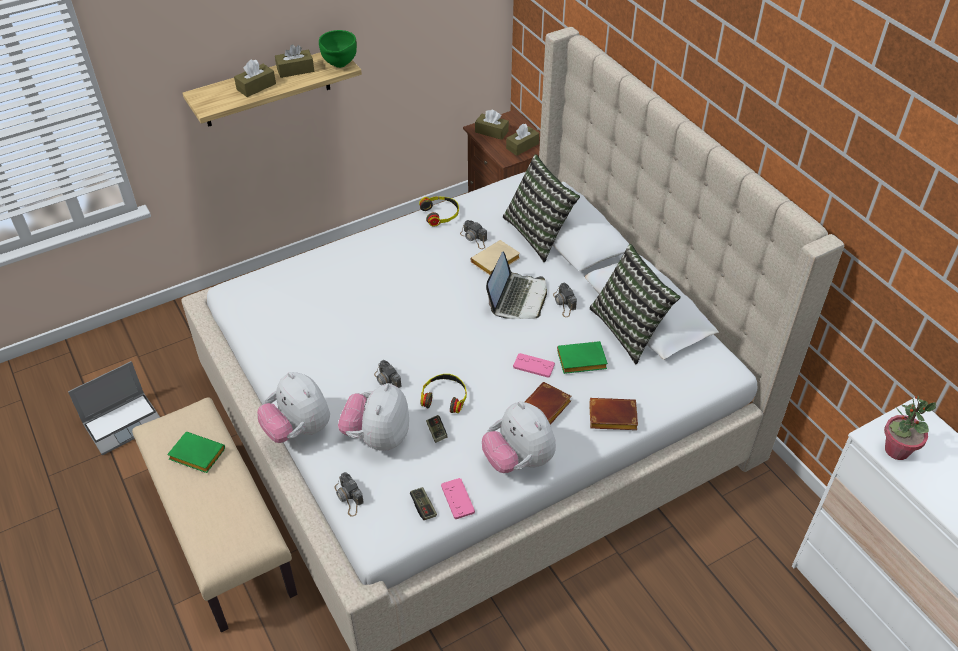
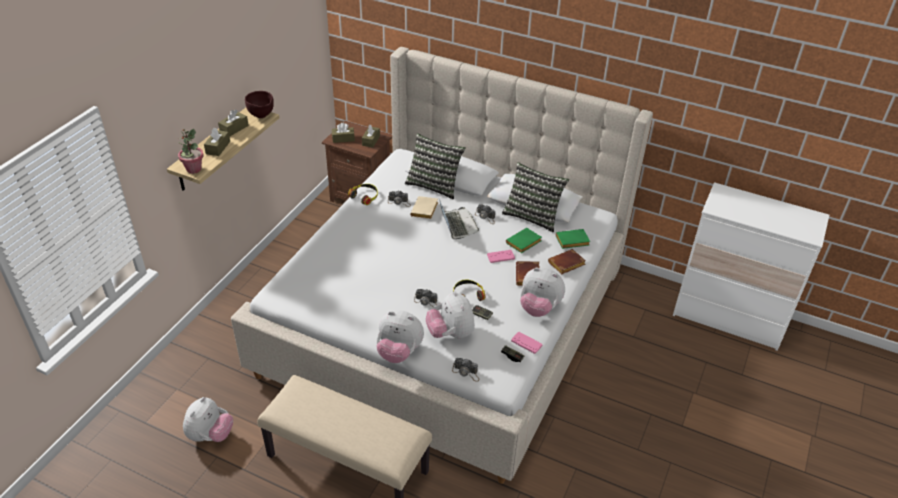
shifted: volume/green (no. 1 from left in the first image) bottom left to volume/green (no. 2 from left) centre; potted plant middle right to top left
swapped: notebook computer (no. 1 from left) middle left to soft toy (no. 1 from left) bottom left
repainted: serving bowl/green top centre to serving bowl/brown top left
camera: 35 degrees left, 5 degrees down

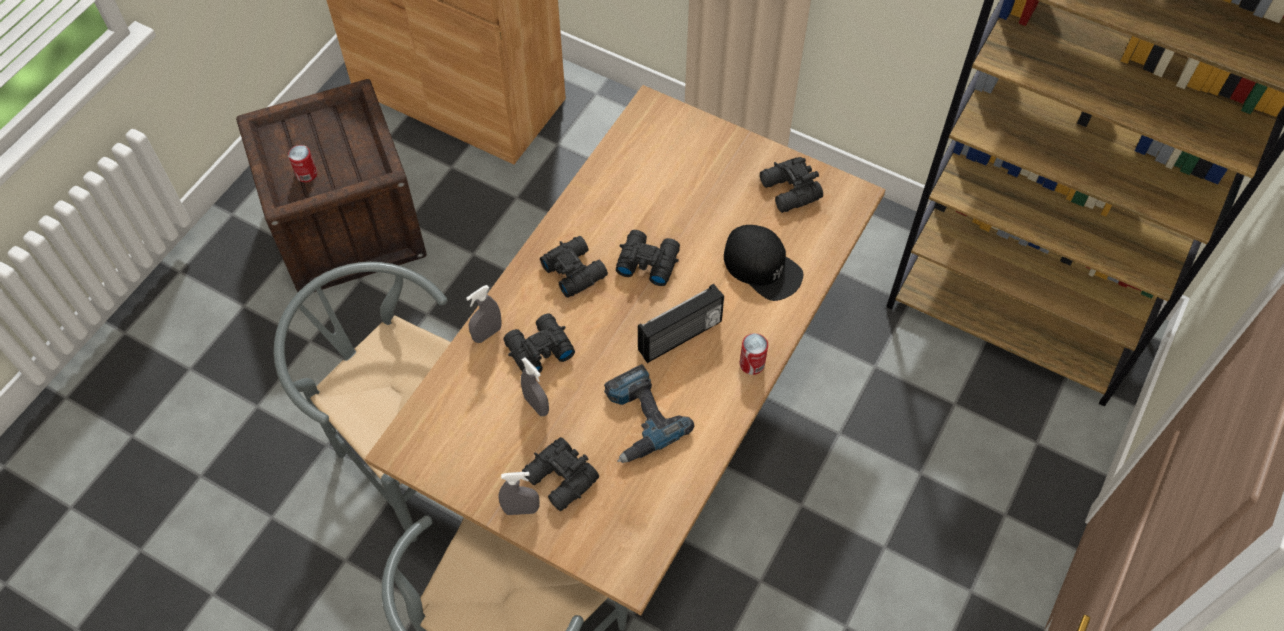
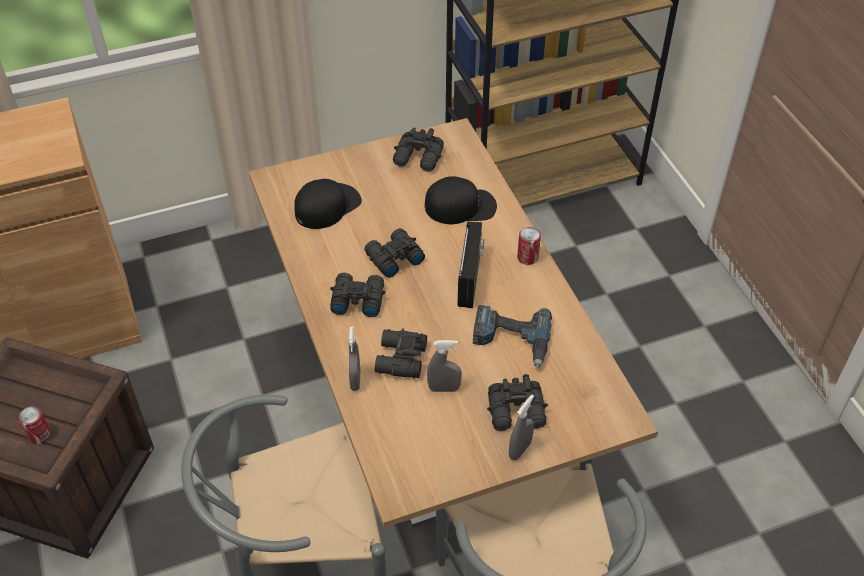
new: peaked cap/black-coloured (no. 1 from left) centre
camera: 50 degrees left, 10 degrees down

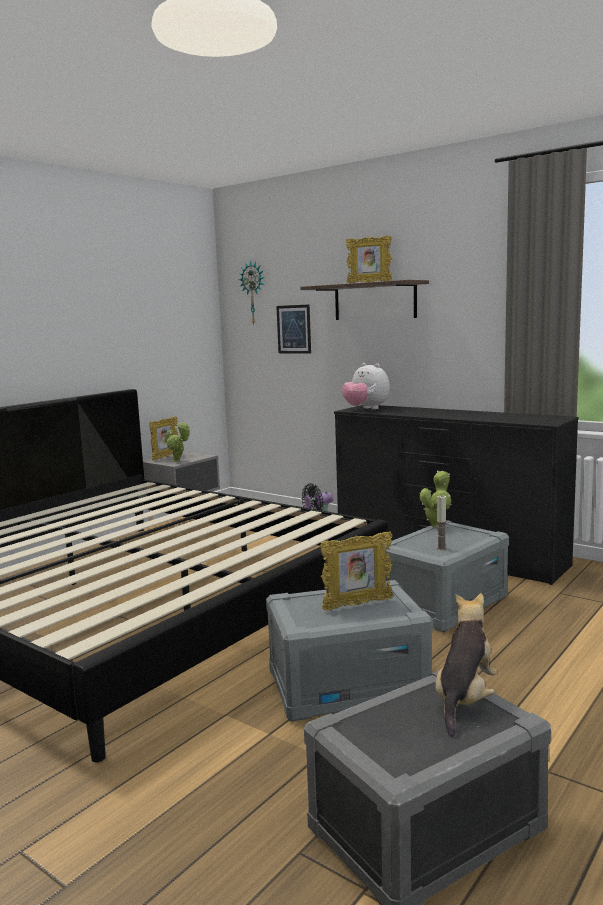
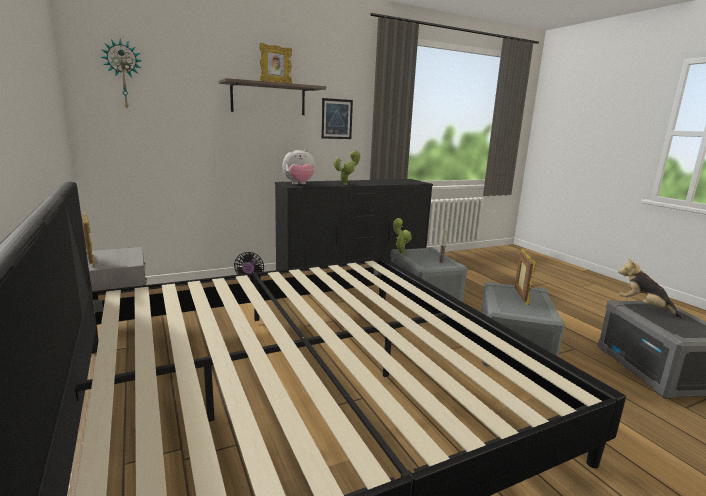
shifted: potted plant (no. 1 from left) middle left to centre; picture centre to top centre
camera: 65 degrees left, 5 degrees up

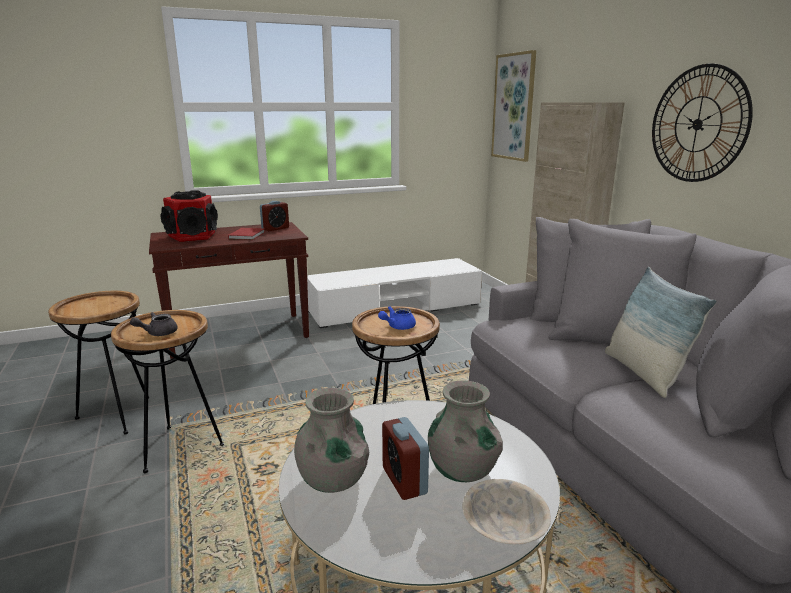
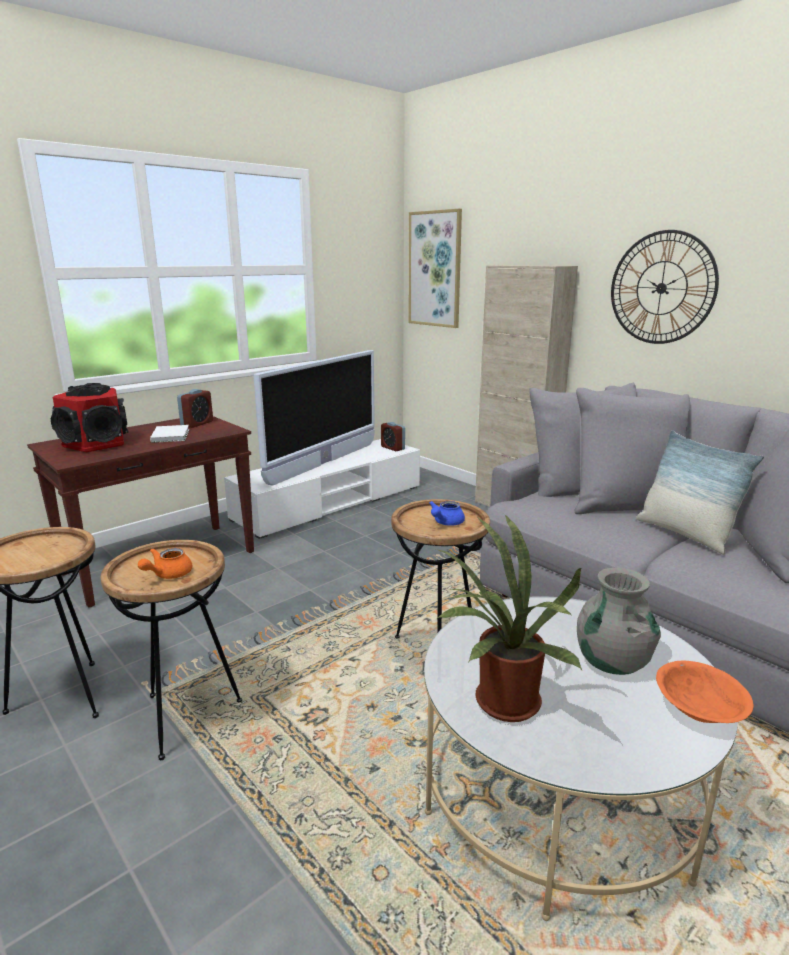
new: television centre
shifted: table clock (no. 2 from left) bottom centre to centre
swapped: flower vase/gray (no. 1 from left) bottom centre to potted plant centre
repainted: tea pot/gray middle left to tea pot/orangey middle left; volume/red-coloured middle left to volume/white-coloured middle left; serving bowl/sand-coloured bottom centre to serving bowl/orangey bottom right
camera: 20 degrees left, 0 degrees up

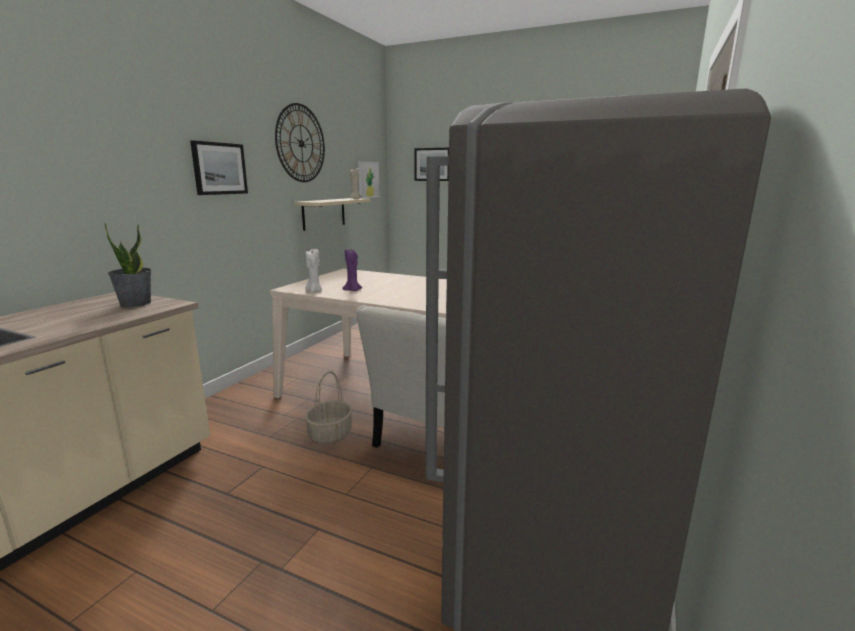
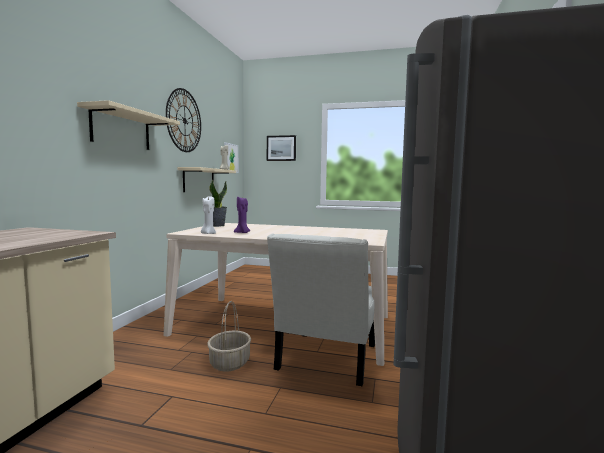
shifted: potted plant middle left to centre
swapped: picture (no. 1 from left) top left to shelf/sand-coloured (no. 1 from left) top left
camera: 10 degrees left, 10 degrees down

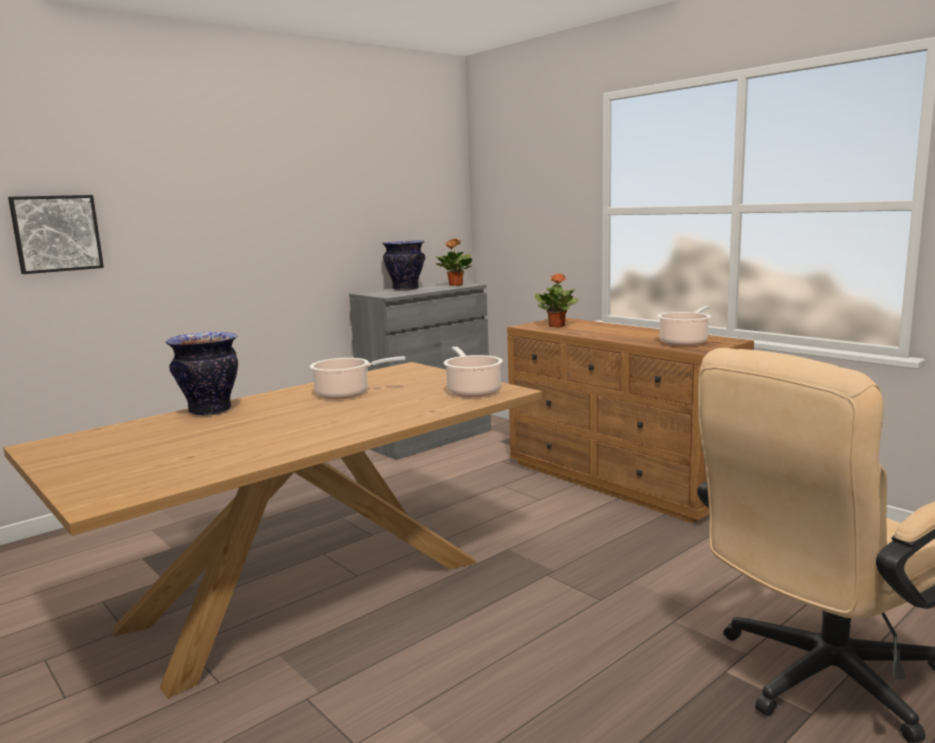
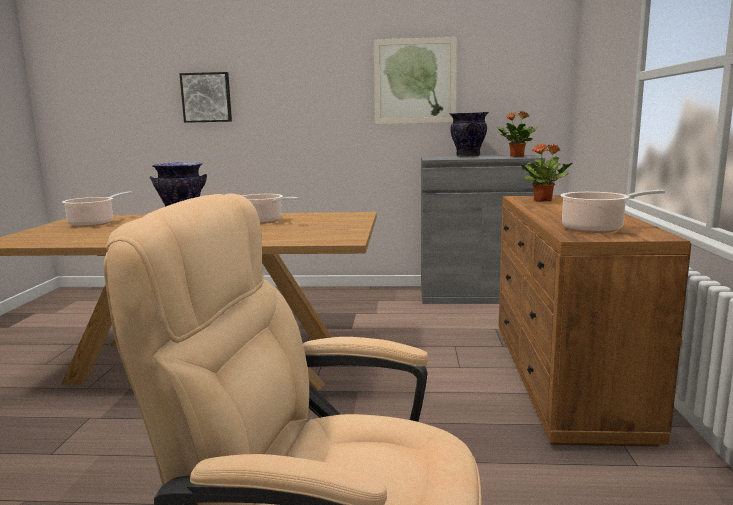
new: picture (no. 2 from left) top centre
shifted: saucepot (no. 2 from left in the first image) centre to saucepot (no. 1 from left) middle left
camera: 45 degrees right, 0 degrees up

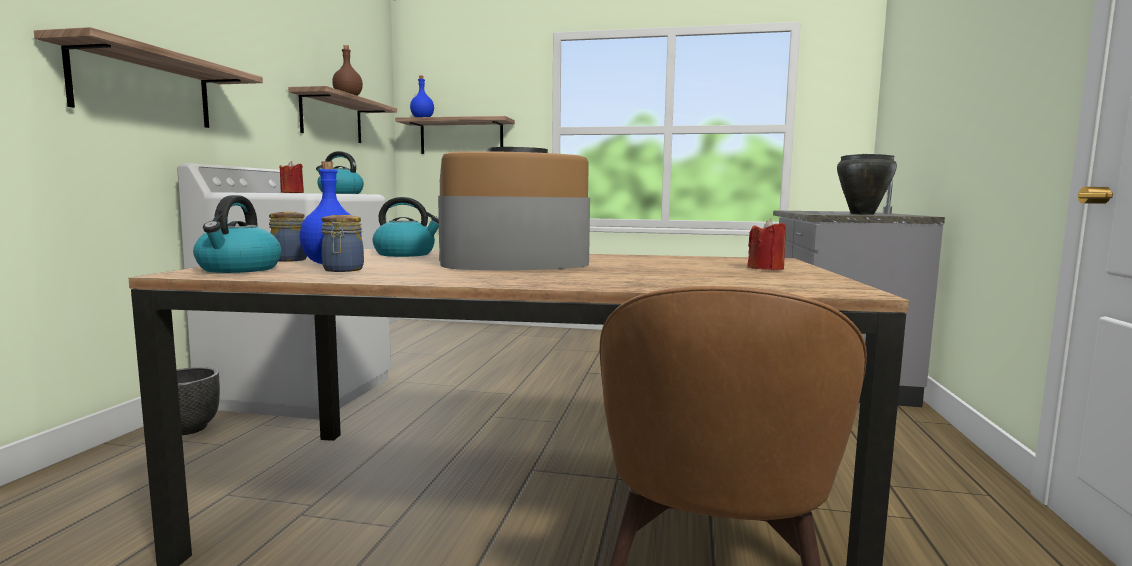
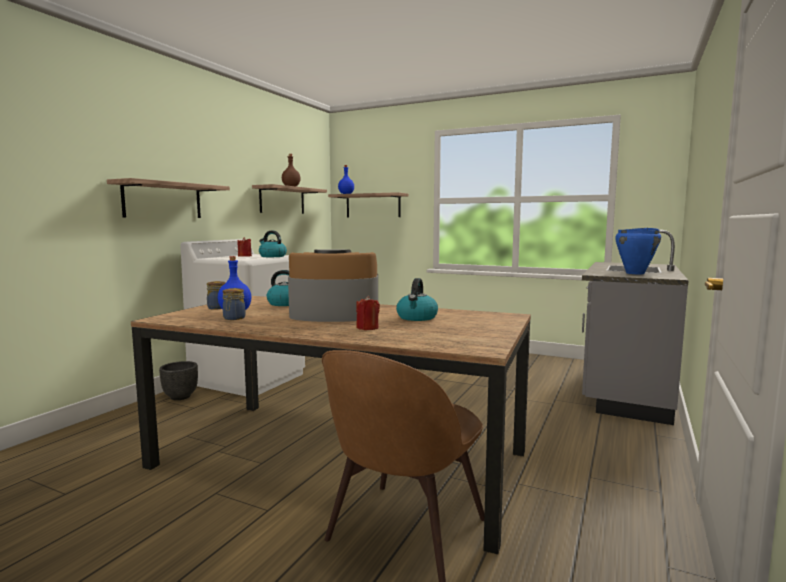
shifted: kettle (no. 1 from left in the first image) middle left to kettle (no. 3 from left) centre; wax light/red-coloured (no. 2 from left) middle right to centre
repainted: saucepot/black-coloured top right to saucepot/blue-coloured middle right
camera: 15 degrees right, 0 degrees up

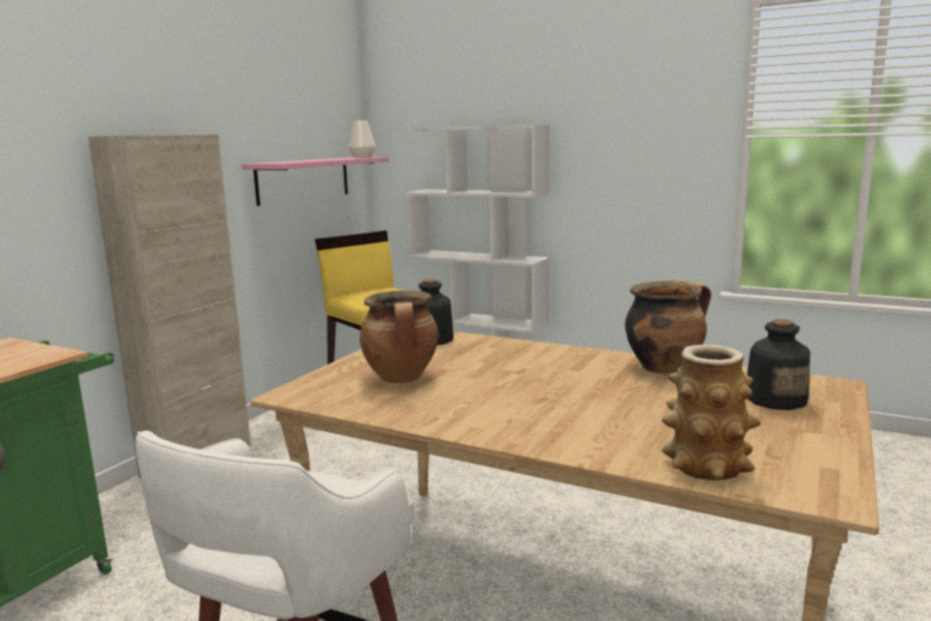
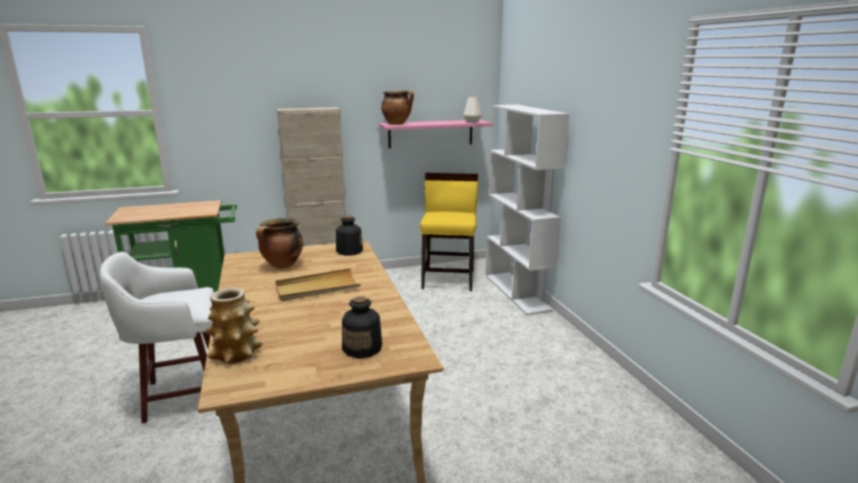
new: tray/sand-coloured centre
shifted: saucepot (no. 2 from left) middle right to top centre
camera: 45 degrees right, 5 degrees up

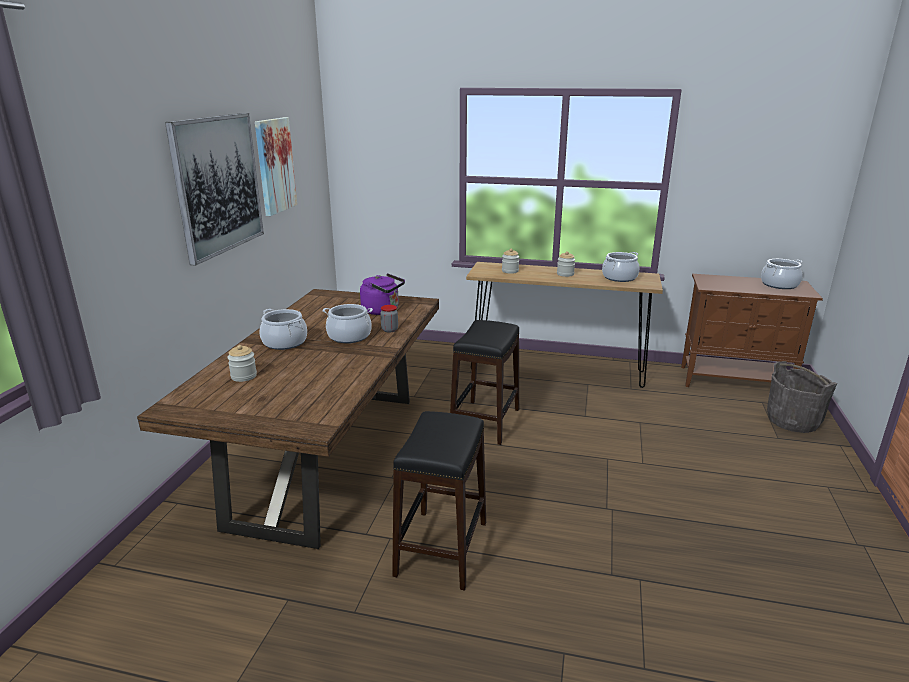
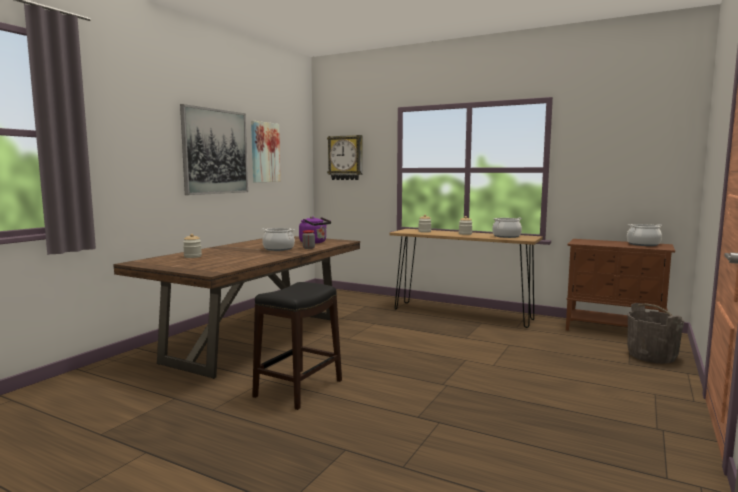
gone: saucepot (no. 1 from left) middle left; sitting stool/black-coloured (no. 2 from left) centre
new: wall clock top centre
camera: 15 degrees right, 15 degrees down

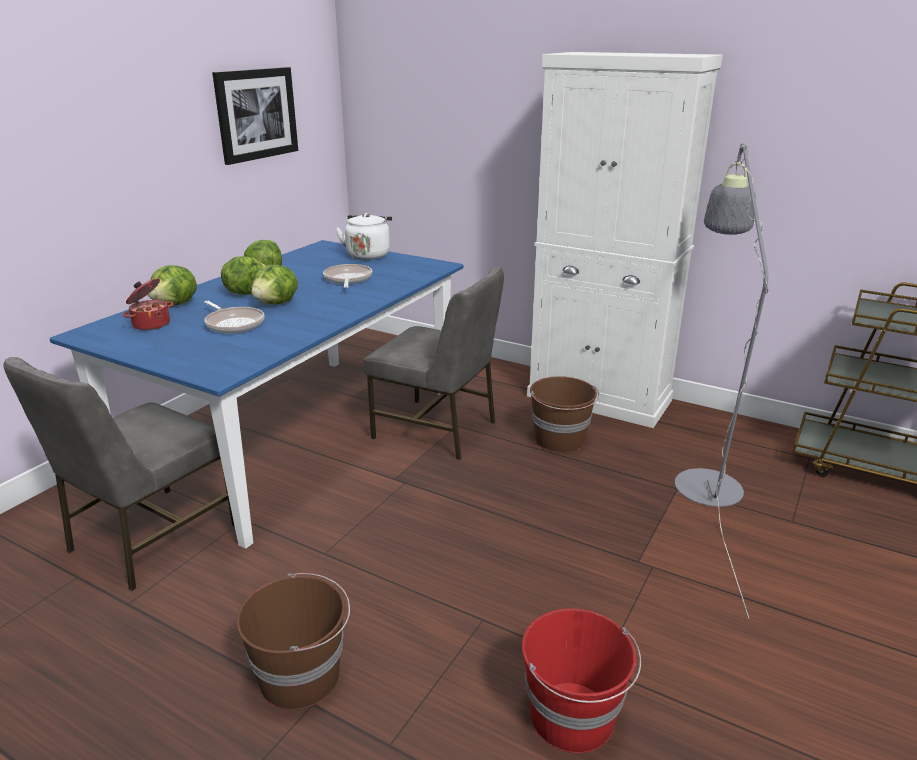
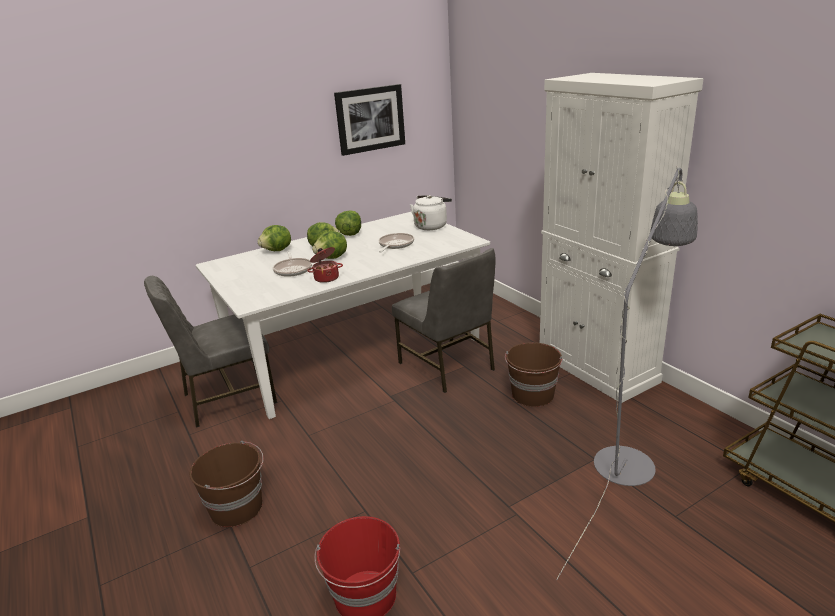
shifted: saucepot middle left to centre
repainted: kitchen table/blue-coloured middle left to kitchen table/white-coloured centre
camera: 30 degrees right, 0 degrees up

